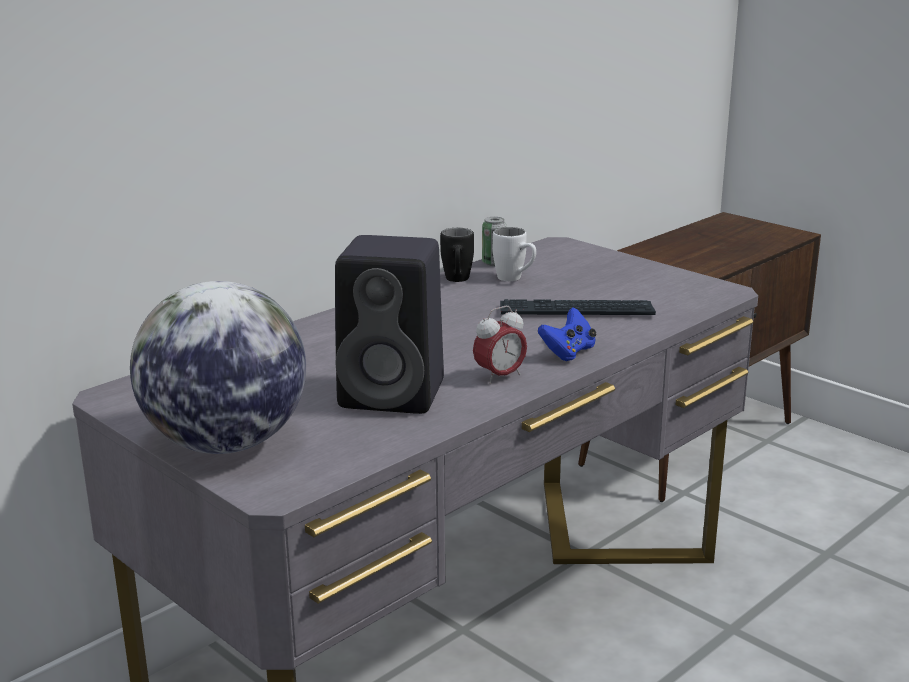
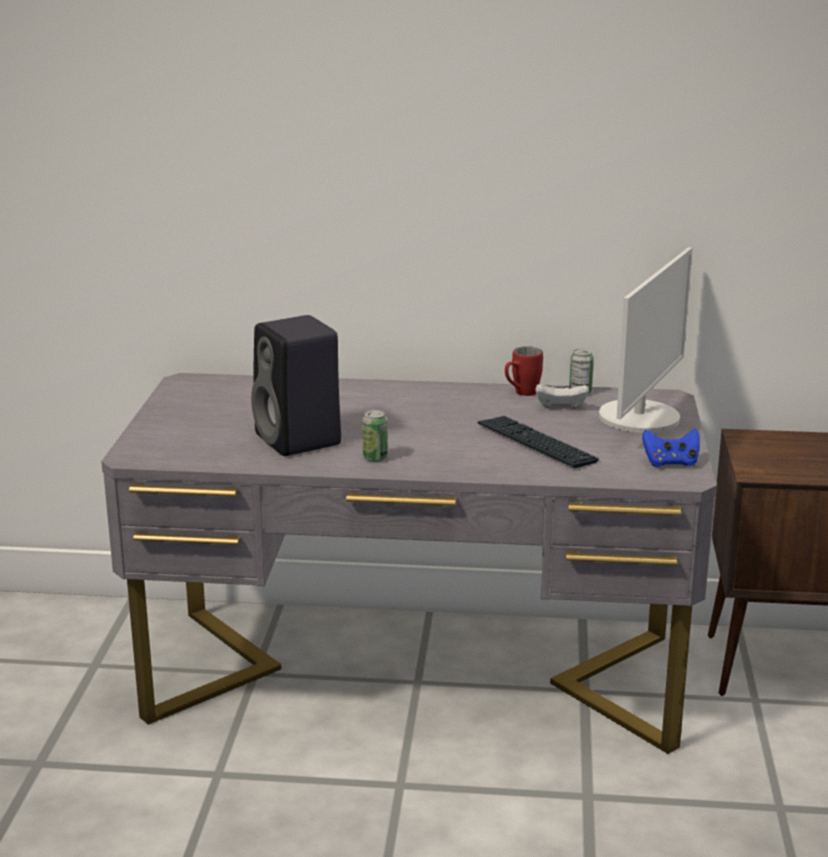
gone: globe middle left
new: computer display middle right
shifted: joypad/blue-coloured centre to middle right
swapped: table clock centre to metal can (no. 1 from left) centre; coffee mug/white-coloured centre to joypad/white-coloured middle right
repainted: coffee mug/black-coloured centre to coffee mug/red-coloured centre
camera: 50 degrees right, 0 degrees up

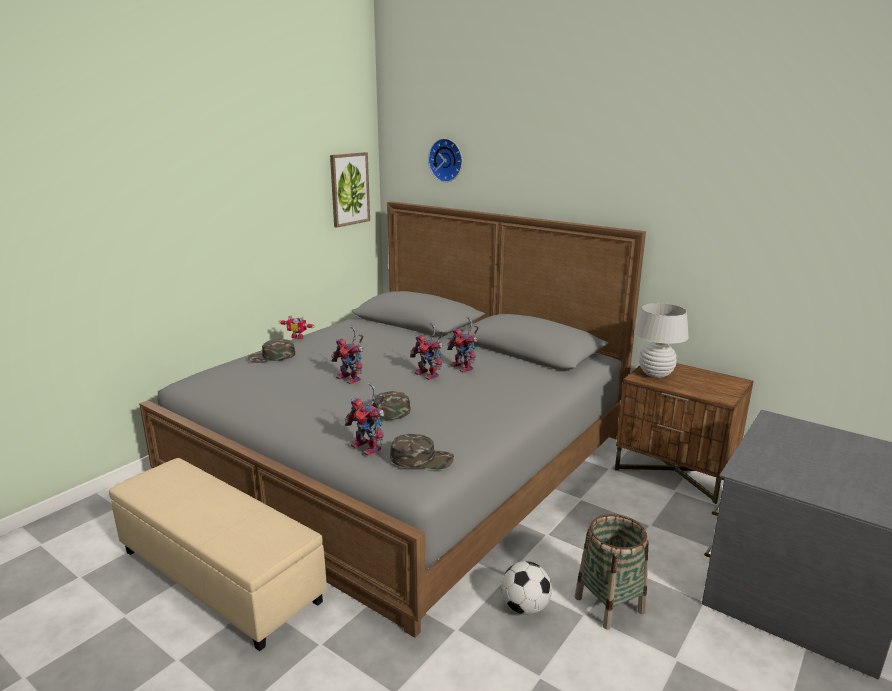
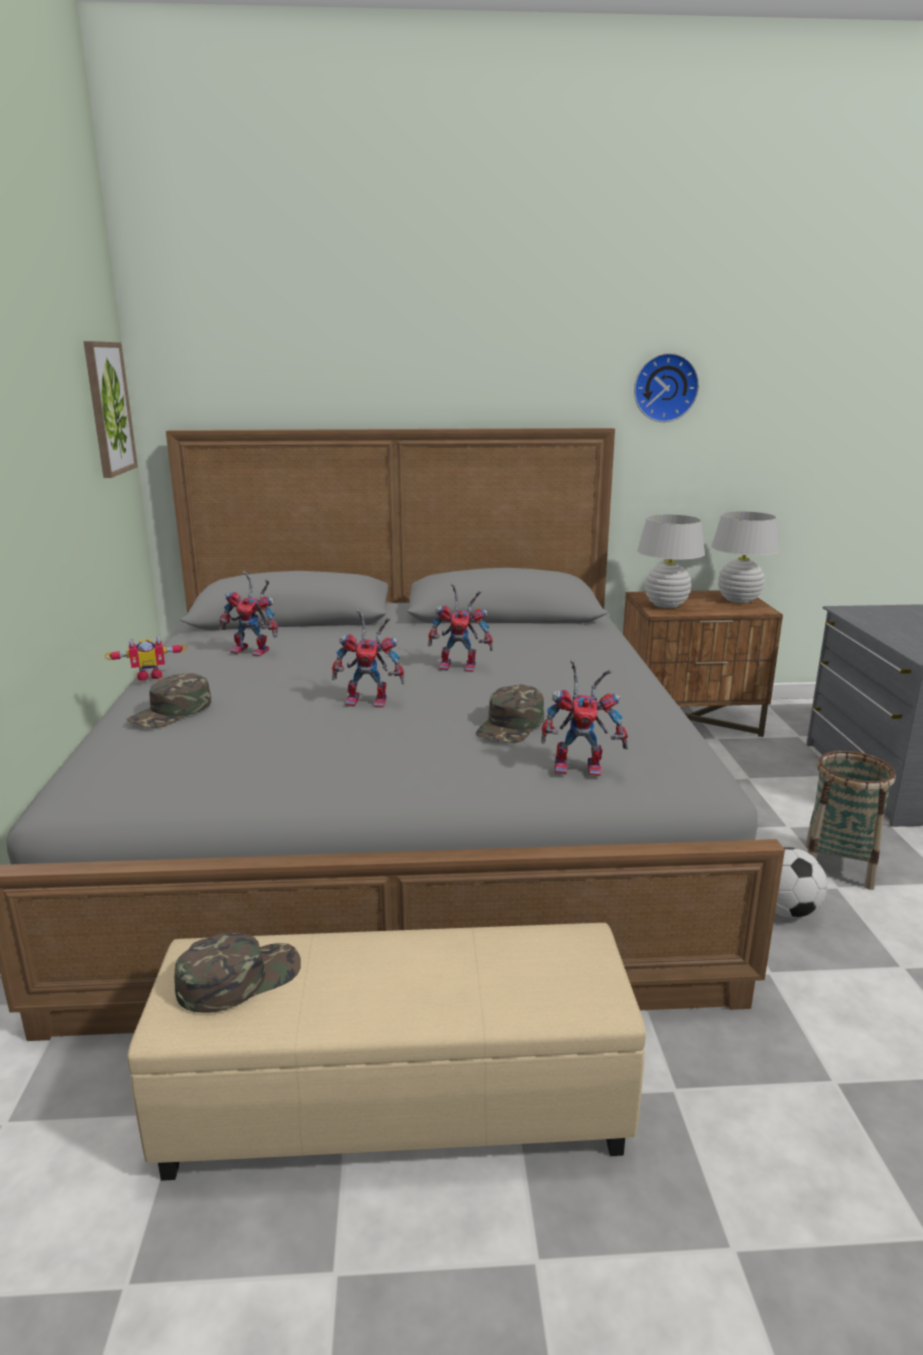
new: table lamp/white-coloured (no. 2 from left) middle right
shifted: peaked cap/green (no. 3 from left in the first image) centre to peaked cap/green (no. 2 from left) bottom left; wall clock top centre to top right; robot figure (no. 5 from left in the first image) centre to robot figure (no. 2 from left) middle left
camera: 40 degrees left, 0 degrees up

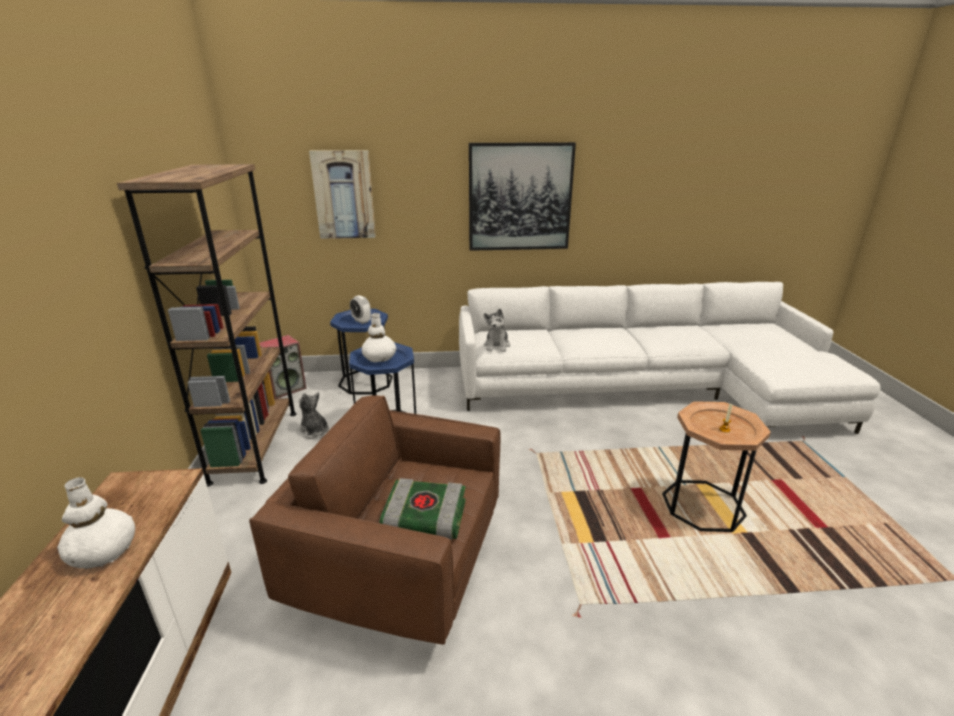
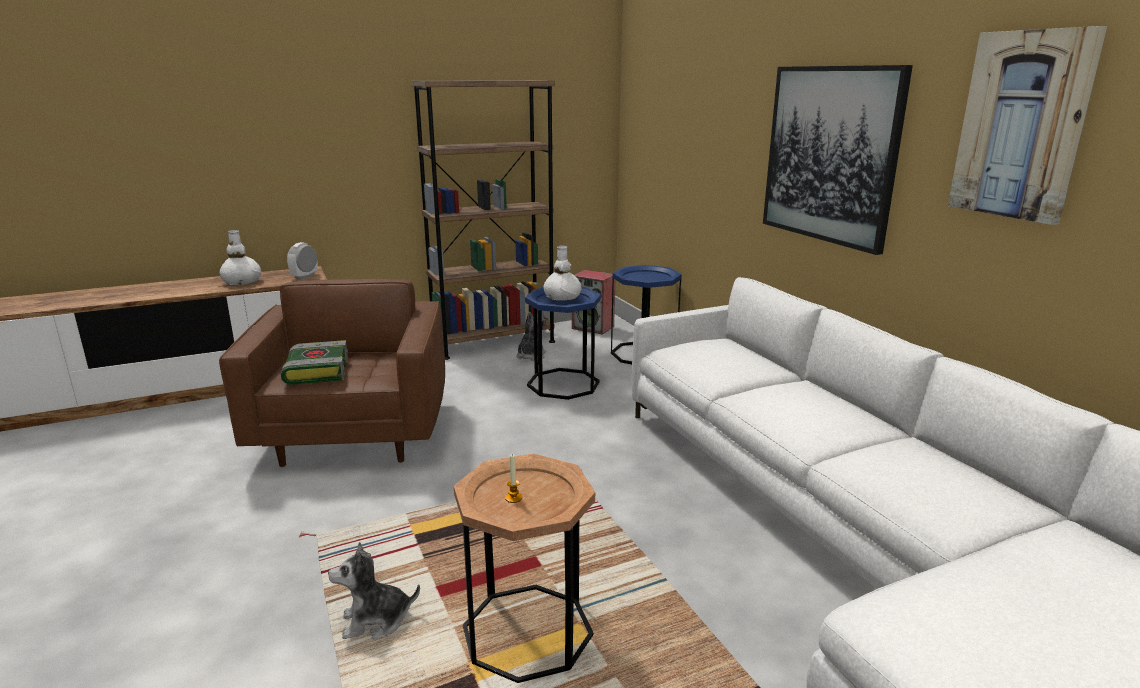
shifted: picture (no. 1 from left in the first image) top centre to picture (no. 2 from left) top right; table clock centre to middle left; soft toy (no. 2 from left in the first image) centre to soft toy (no. 1 from left) bottom left
camera: 70 degrees right, 5 degrees down

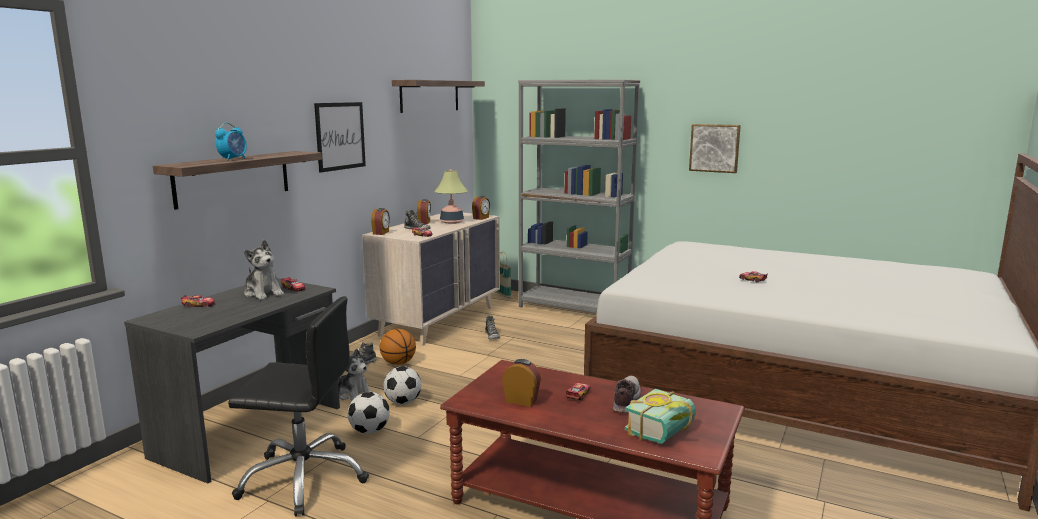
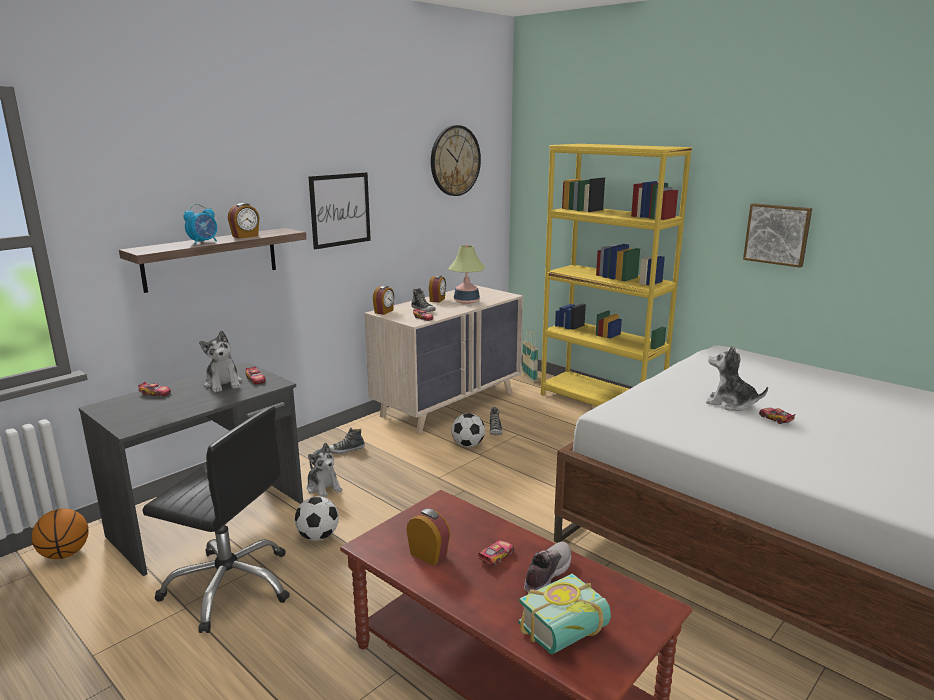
new: soft toy (no. 3 from left) middle right
shifted: ball for basketball bottom centre to bottom left; ball for football (no. 2 from left) bottom centre to centre; table clock (no. 4 from left in the first image) centre to table clock (no. 2 from left) top left
swapped: shelf (no. 2 from left) top centre to wall clock top centre
repainted: bookshelf/gray centre to bookshelf/yellow centre
camera: 15 degrees right, 5 degrees up

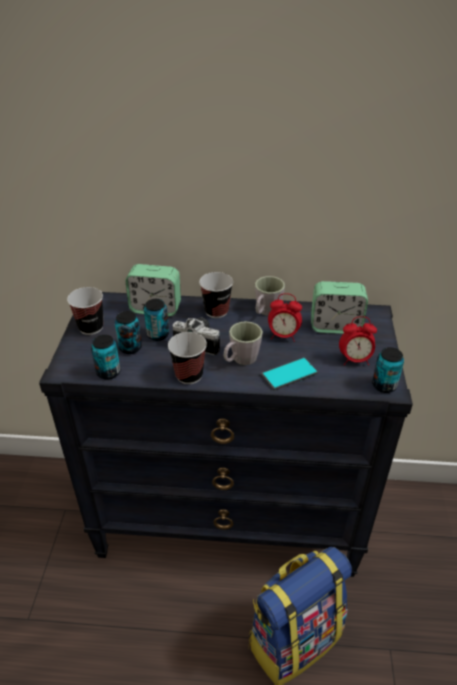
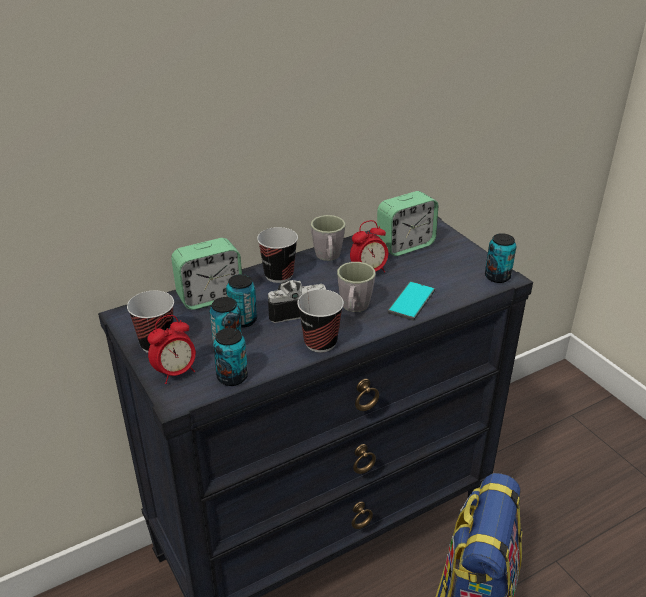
shifted: table clock (no. 4 from left in the first image) middle right to table clock (no. 1 from left) middle left
camera: 35 degrees left, 5 degrees down

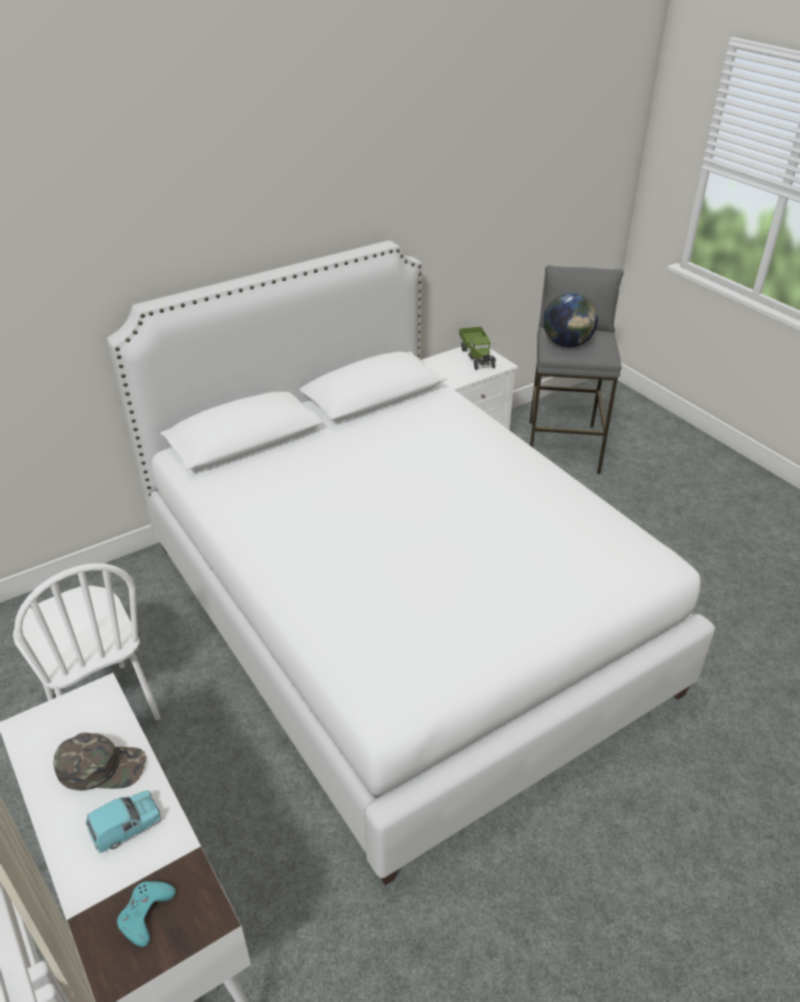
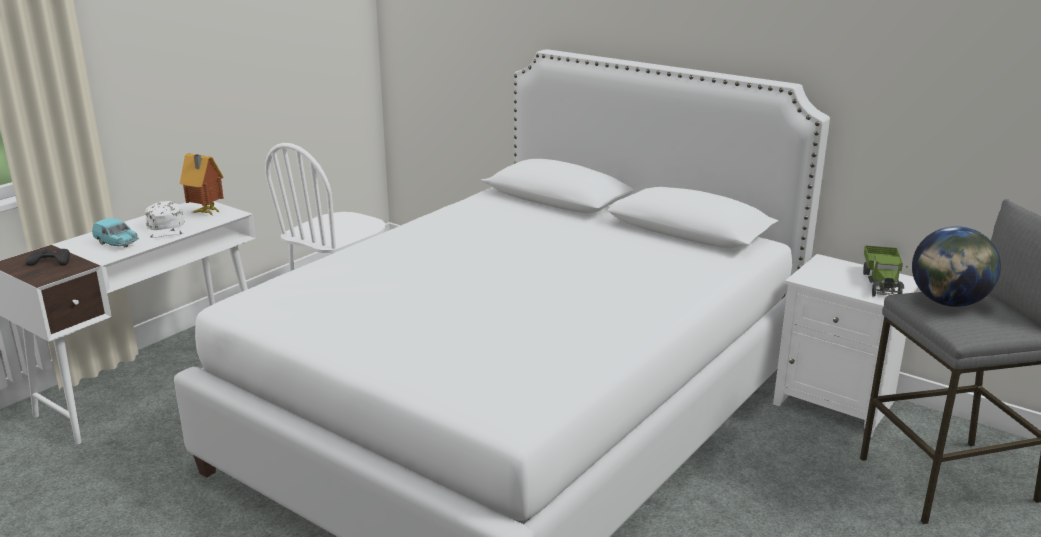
new: miniature house middle left
repainted: peaked cap/green bottom left to peaked cap/white-coloured middle left; joypad/turquoise-coloured bottom left to joypad/black-coloured middle left
rotated: model truck centre = middle right 45 degrees counterclockwise
camera: 70 degrees right, 15 degrees down

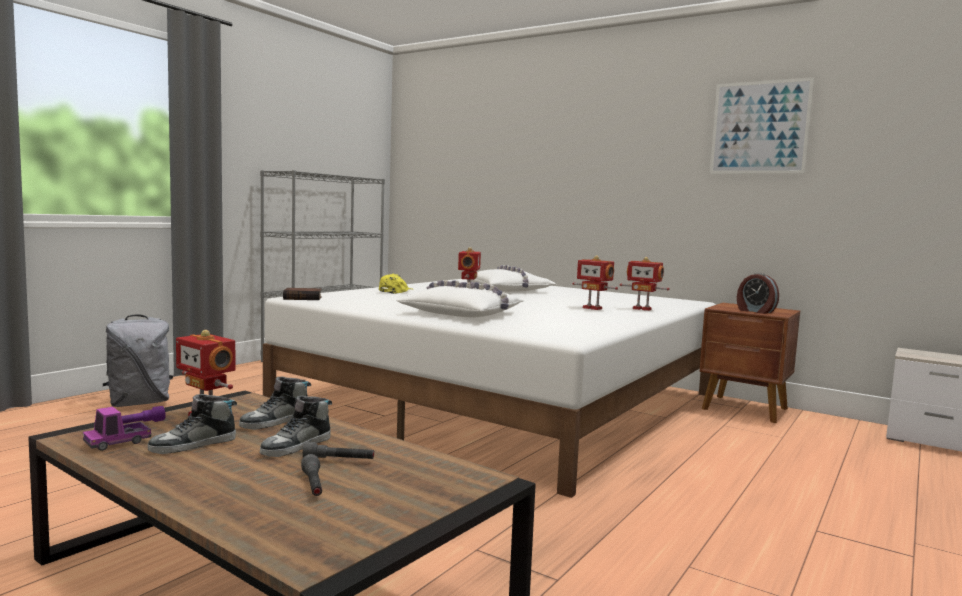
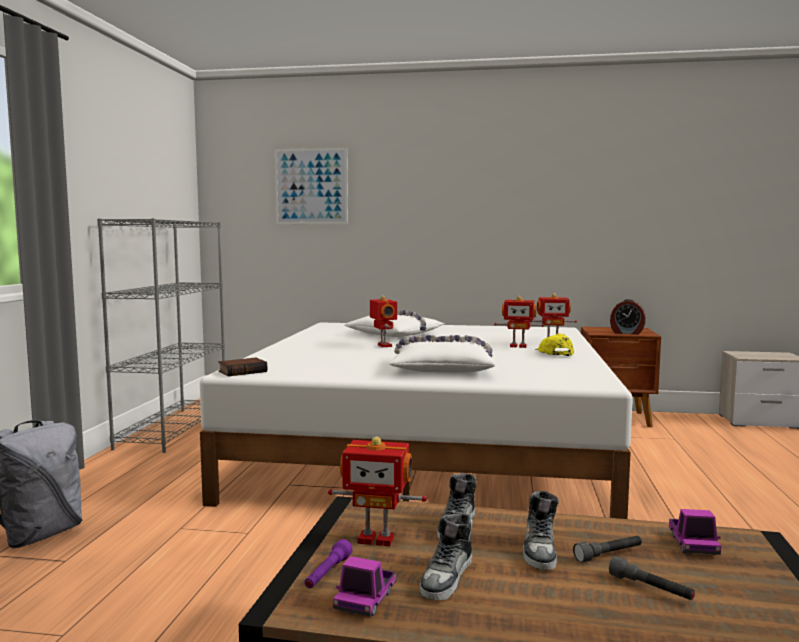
new: model truck (no. 2 from left) bottom right
shifted: peaked cap/yellow centre to middle right; picture top right to top centre
camera: 25 degrees left, 0 degrees up

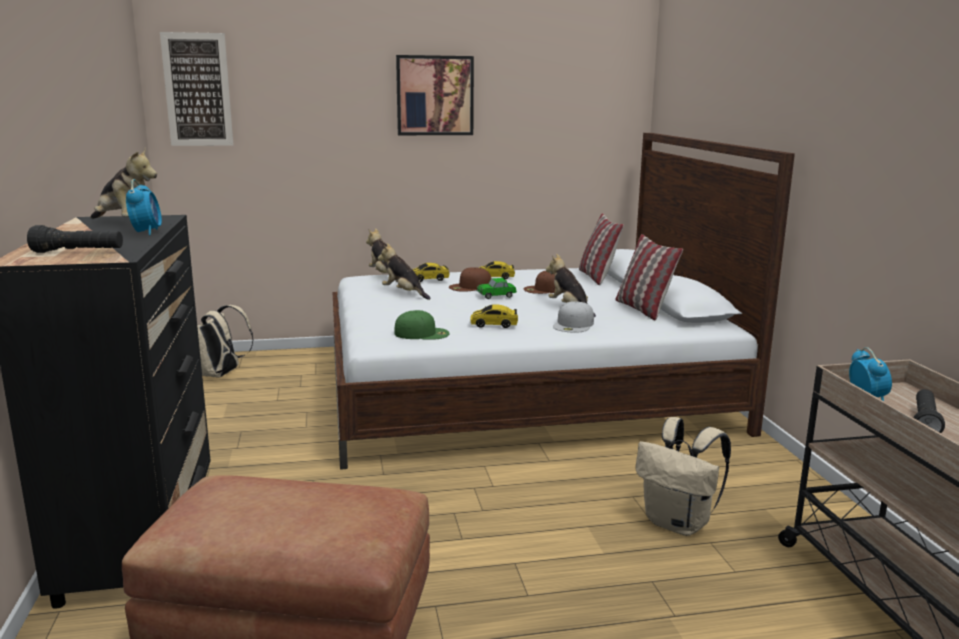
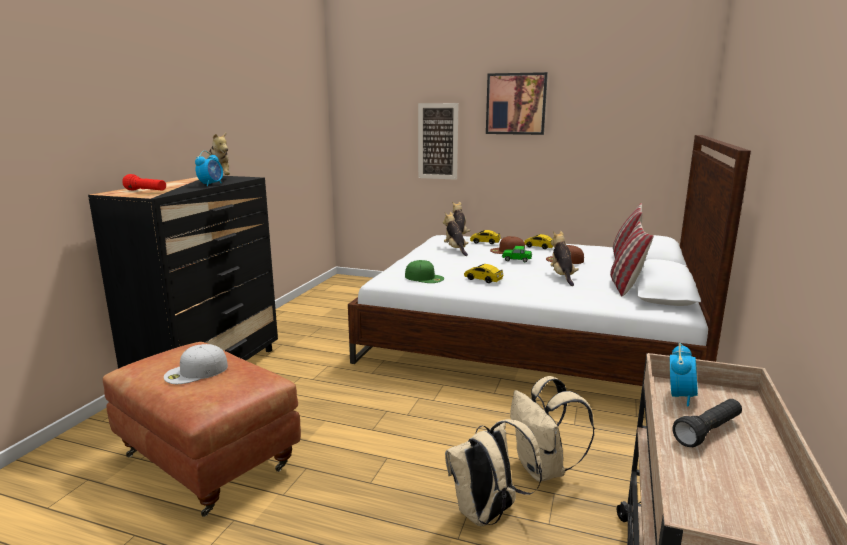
shifted: picture (no. 1 from left) top left to top centre; backpack/sand-coloured (no. 1 from left) middle left to bottom centre; peaked cap/white-coloured centre to bottom left
repainted: flashlight/black-coloured (no. 1 from left) middle left to flashlight/red-coloured middle left
camera: 30 degrees right, 0 degrees up

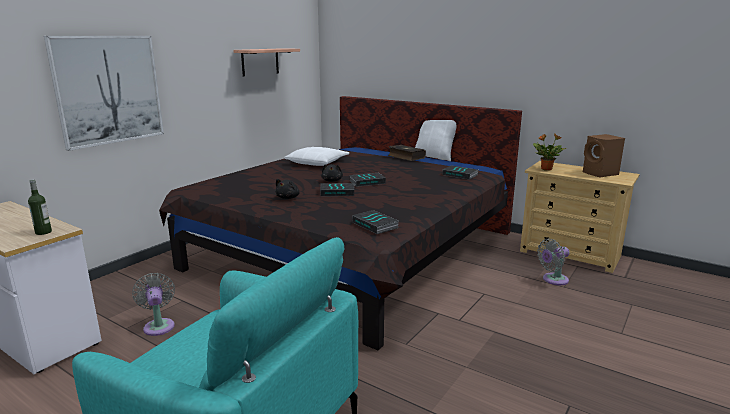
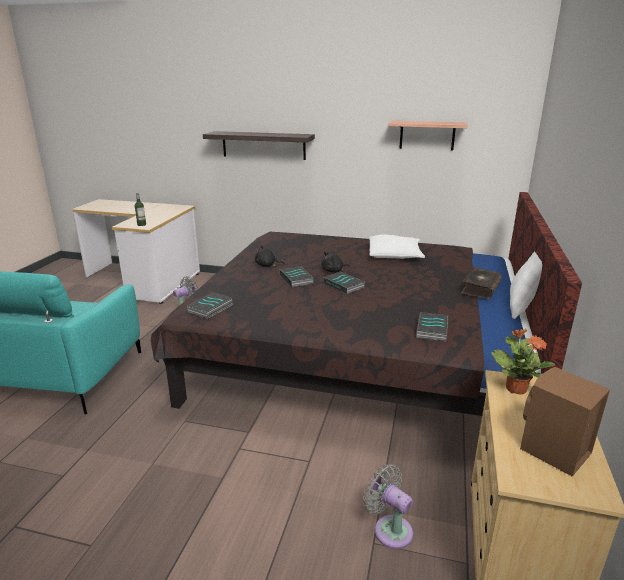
swapped: picture top left to shelf (no. 1 from left) top centre
camera: 70 degrees right, 5 degrees up

